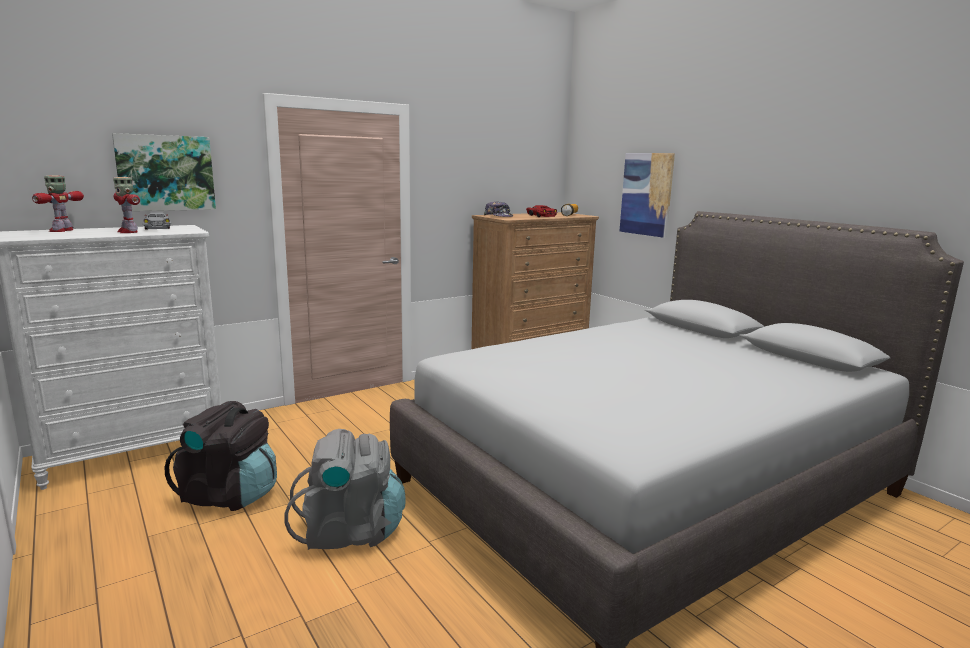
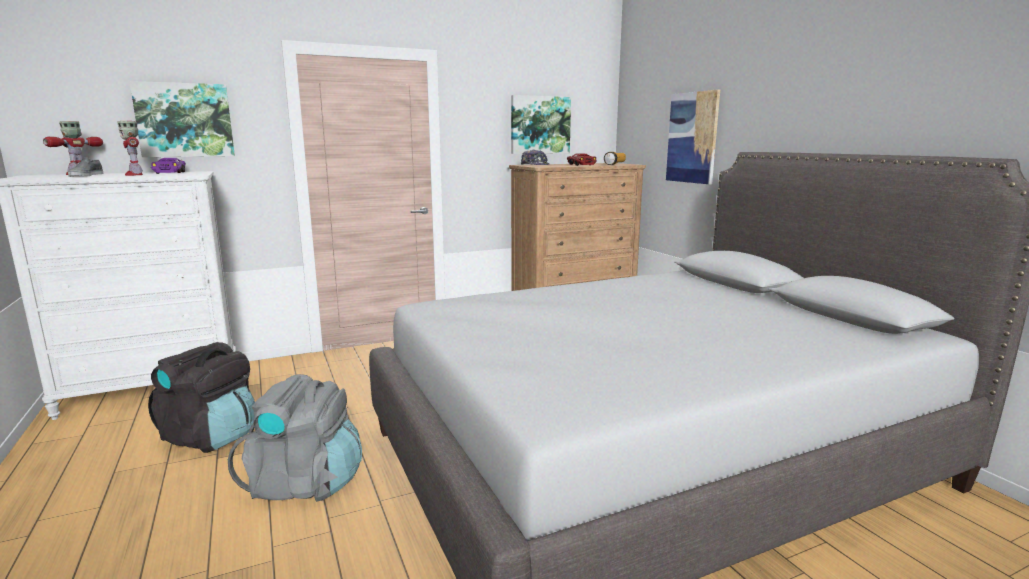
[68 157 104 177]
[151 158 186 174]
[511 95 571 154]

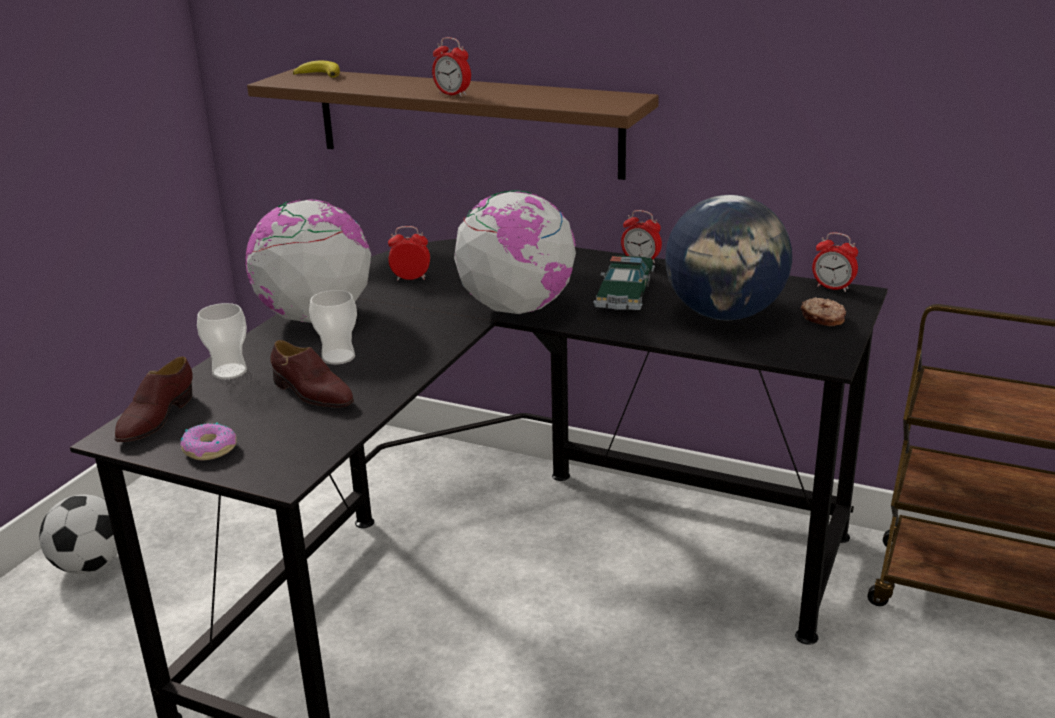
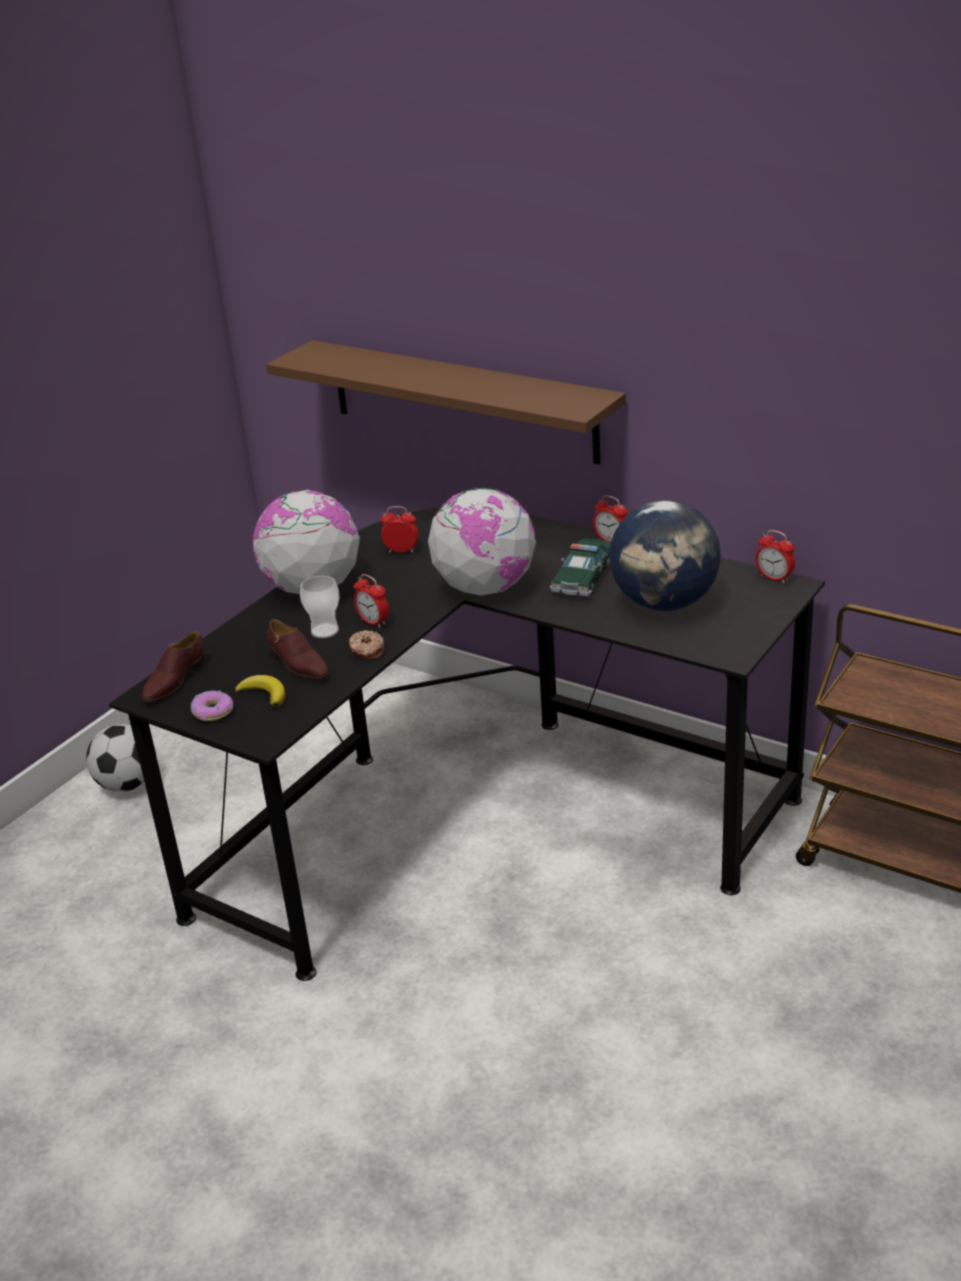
[235 675 285 707]
[349 630 385 660]
[354 574 389 628]
[197 303 247 379] (first image)

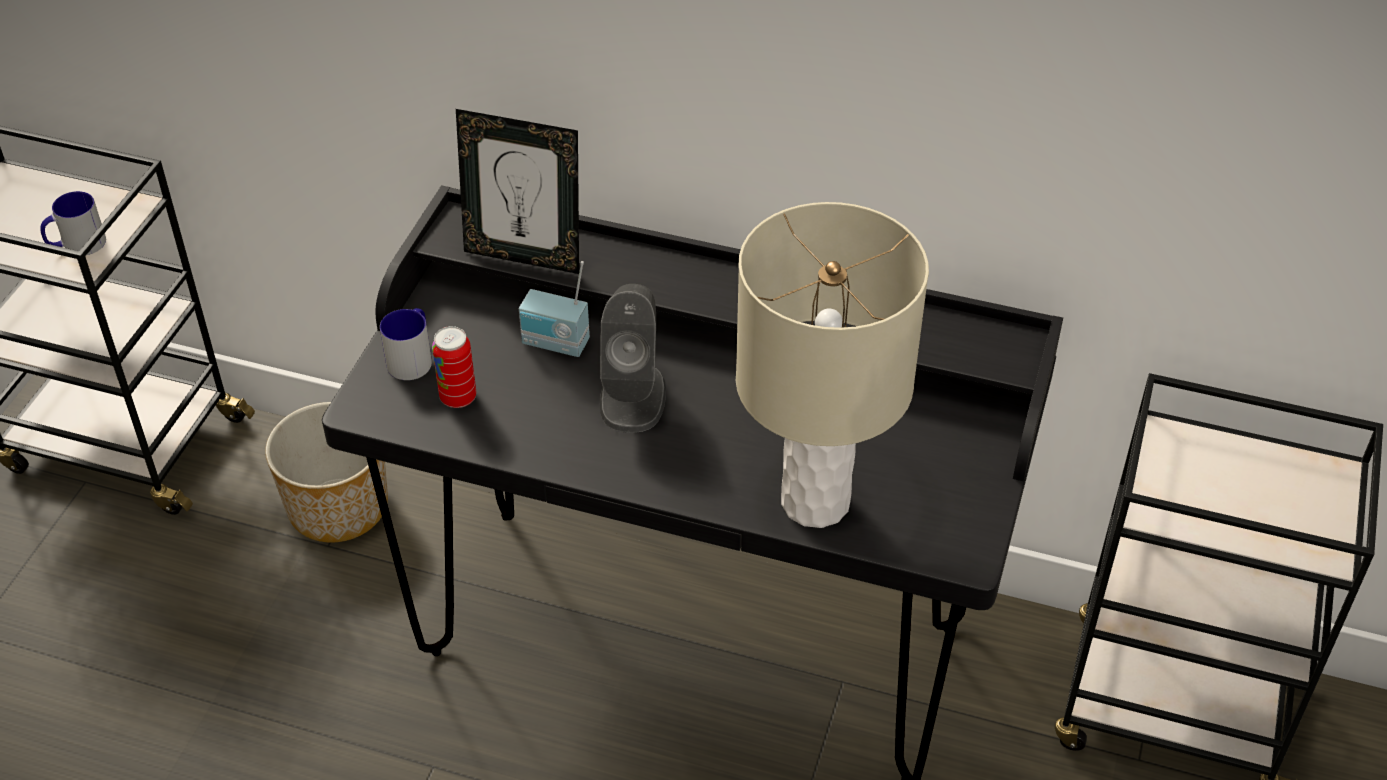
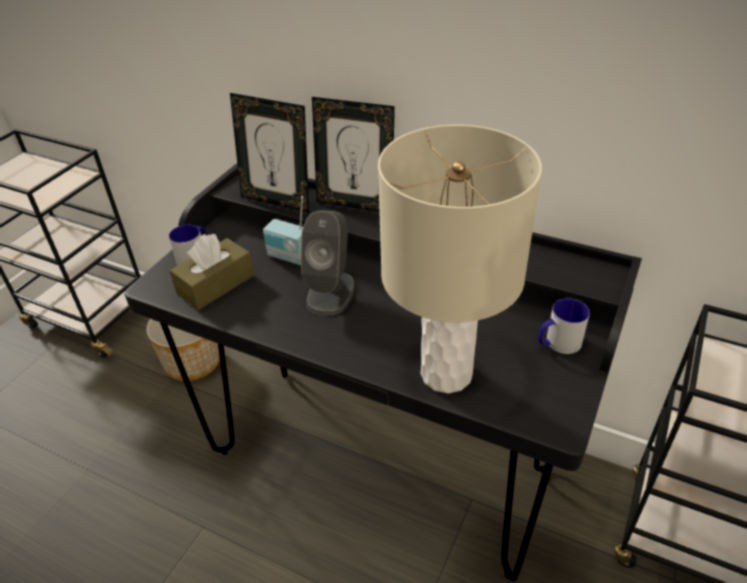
[170 234 254 310]
[312 97 395 212]
[538 298 590 354]

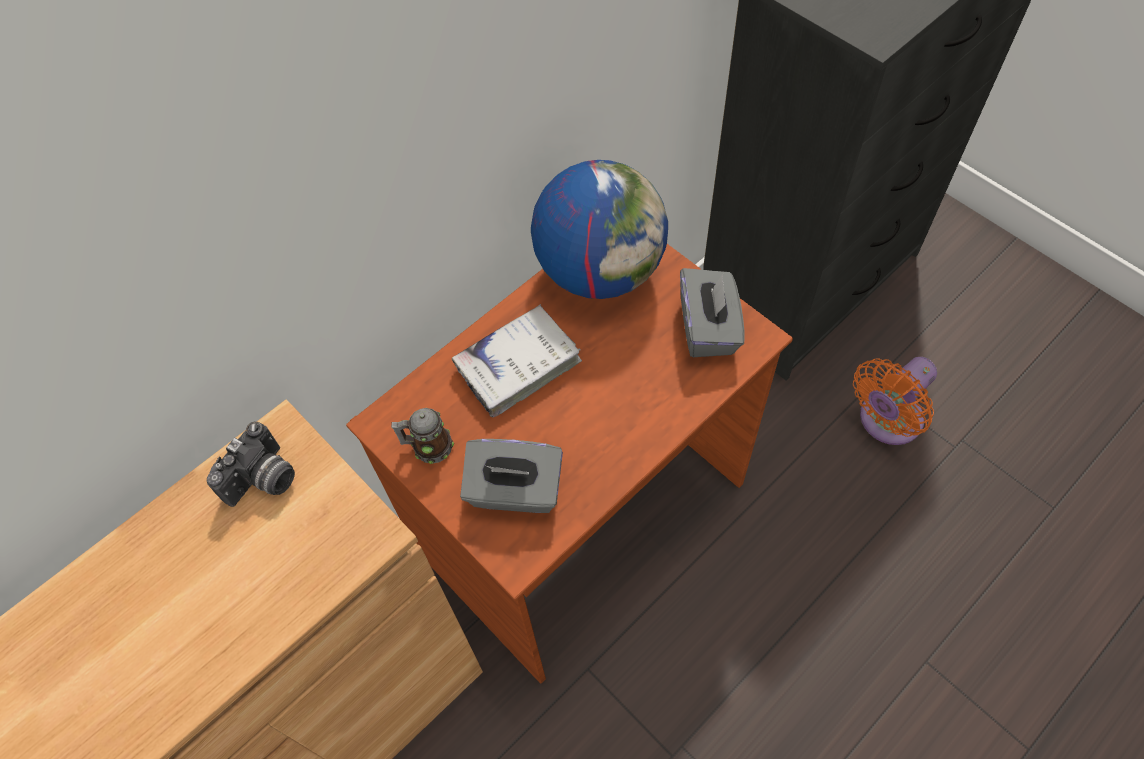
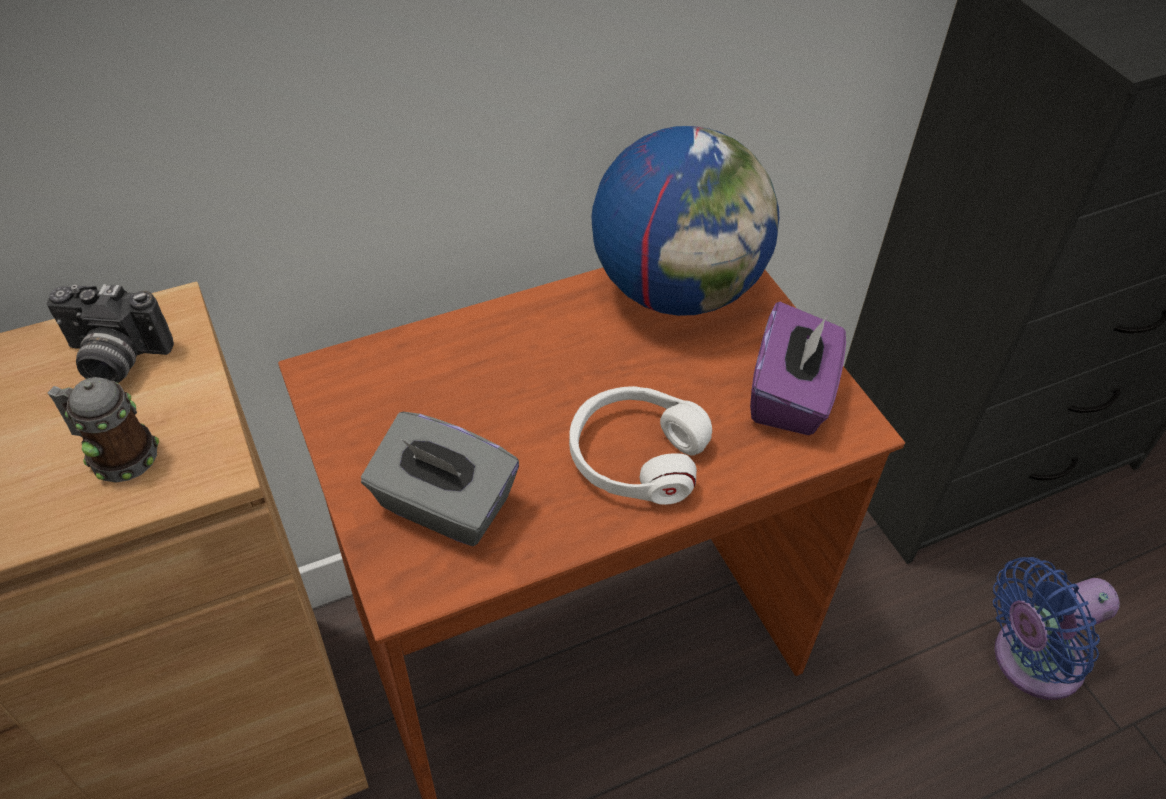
[47 284 174 383]
[47 377 159 482]
[569 386 712 505]
[750 302 846 435]
[993 557 1120 700]
[452 304 582 418] (first image)

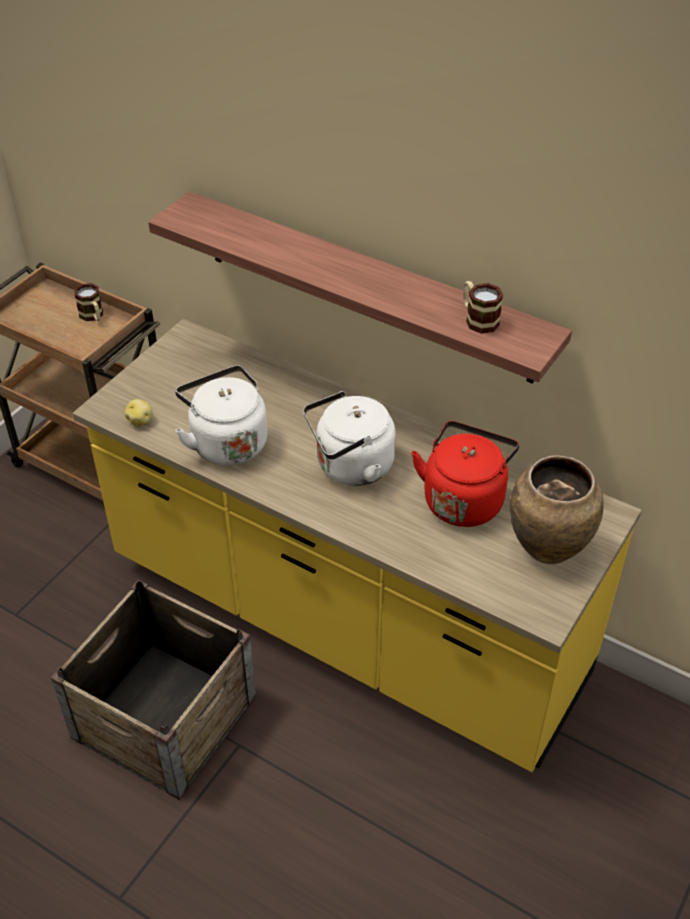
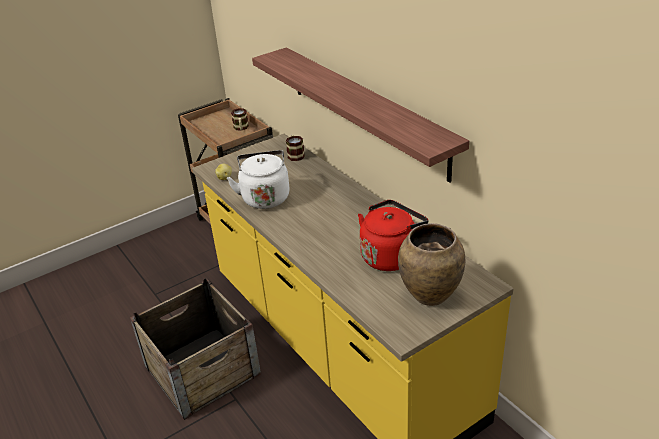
[286 135 305 161]
[303 391 396 486] (first image)

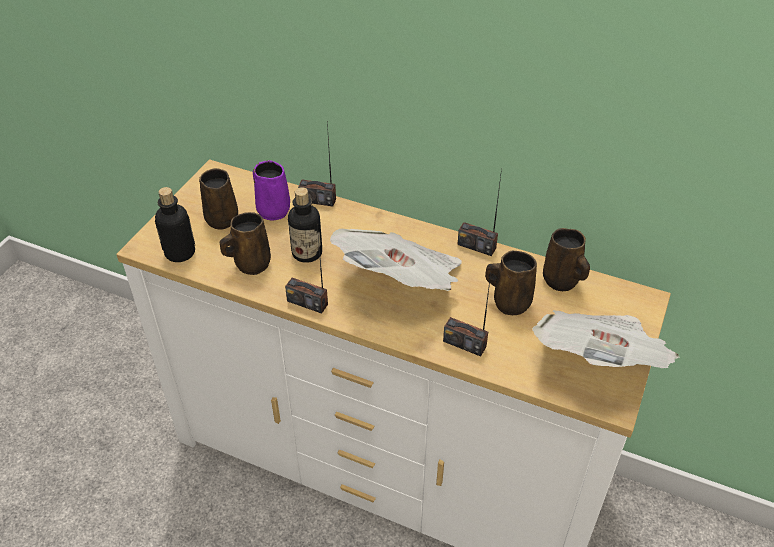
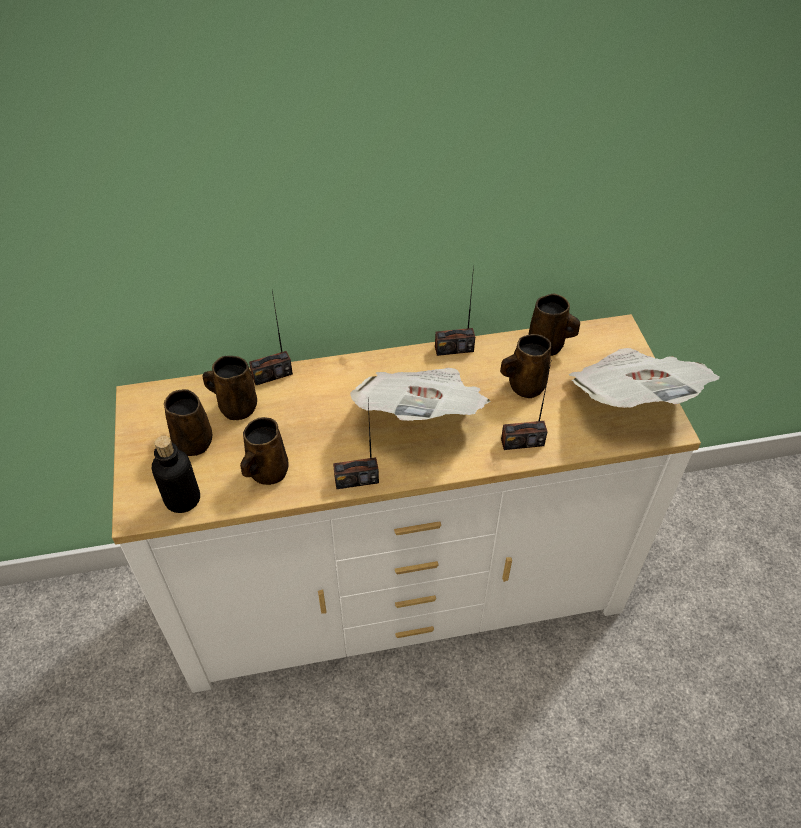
[203 356 257 420]
[288 187 322 263] (first image)

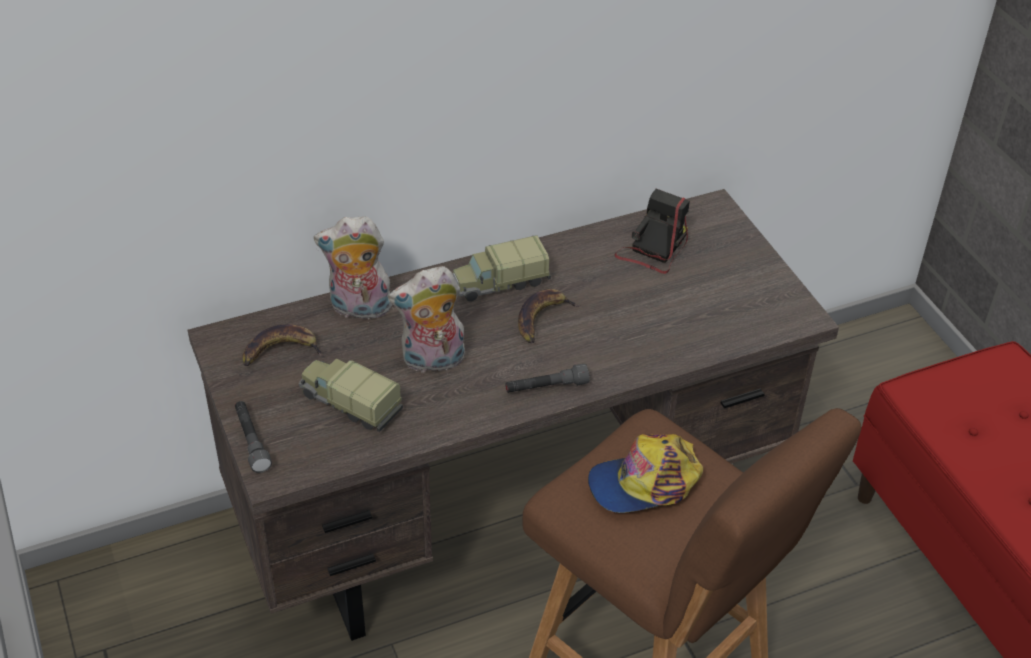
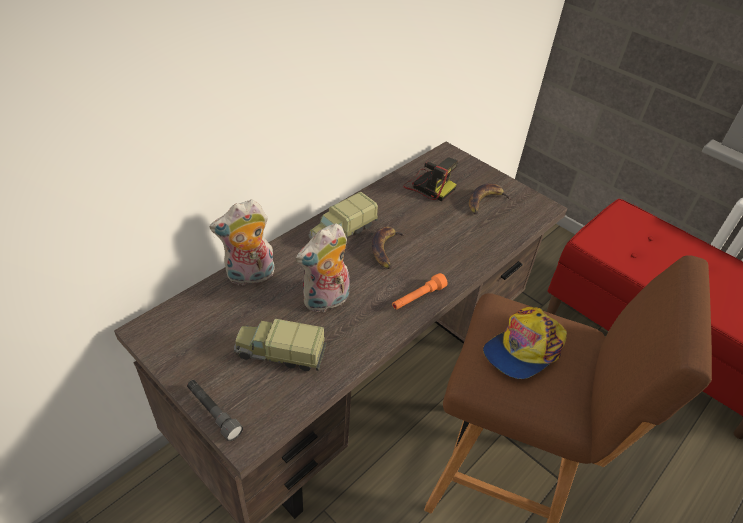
[392 273 448 310]
[403 157 458 202]
[469 184 511 214]

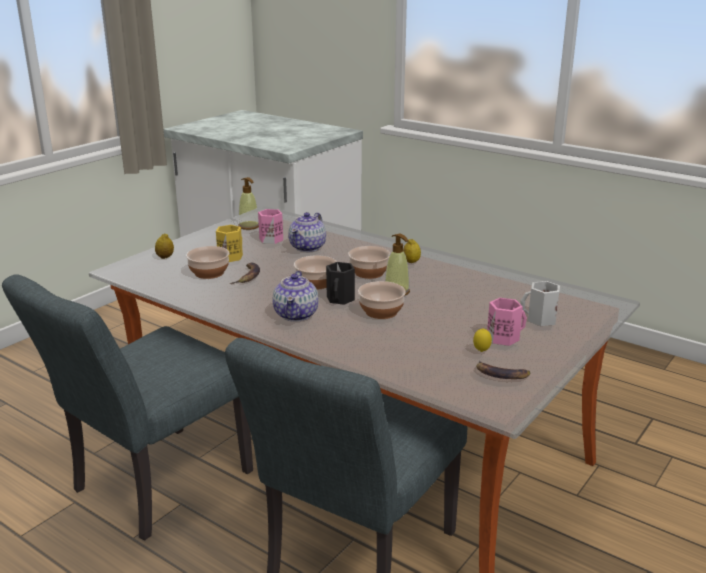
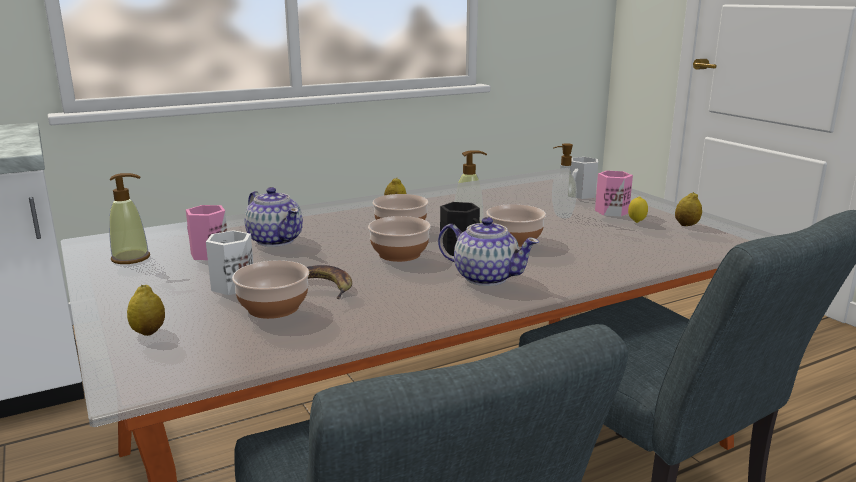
[206 230 253 295]
[552 143 577 218]
[675 192 702 226]

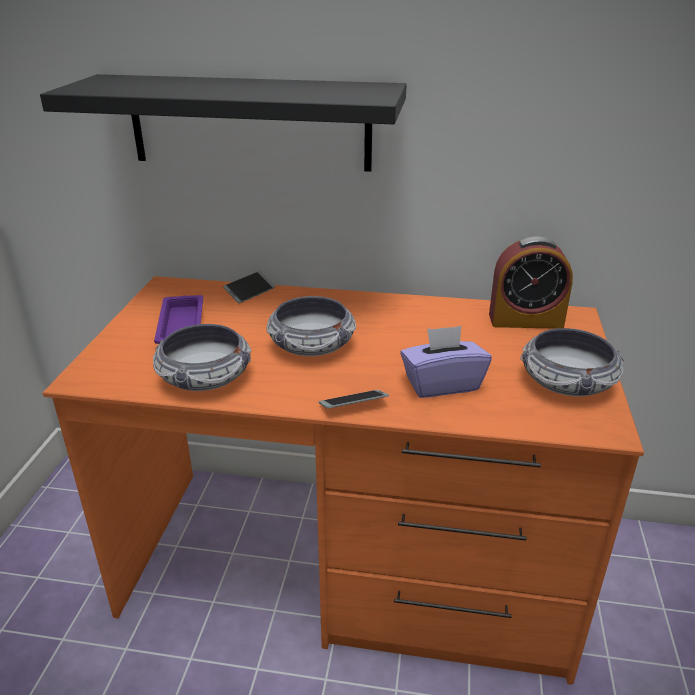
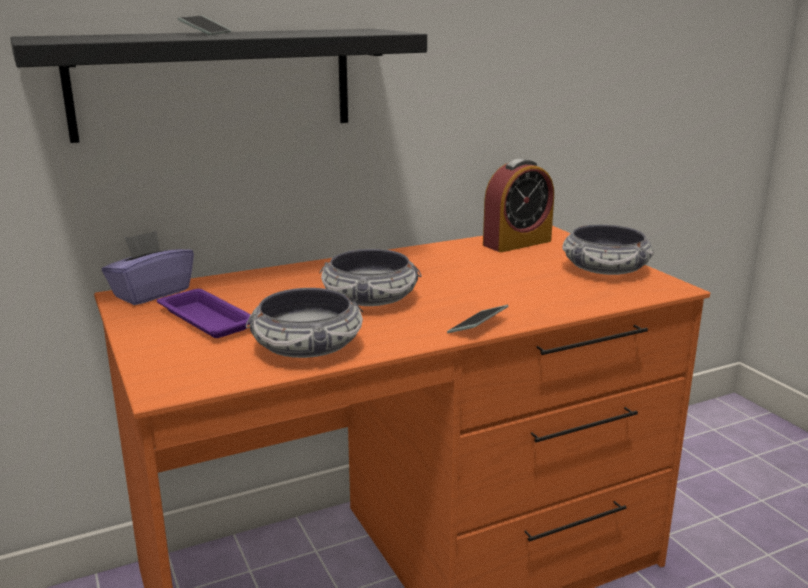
[102 231 194 305]
[178 16 231 35]

